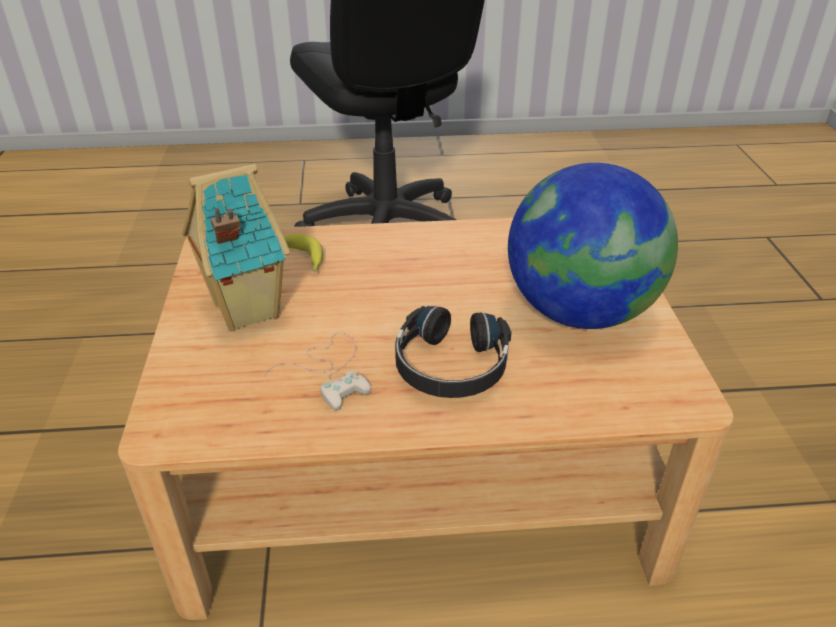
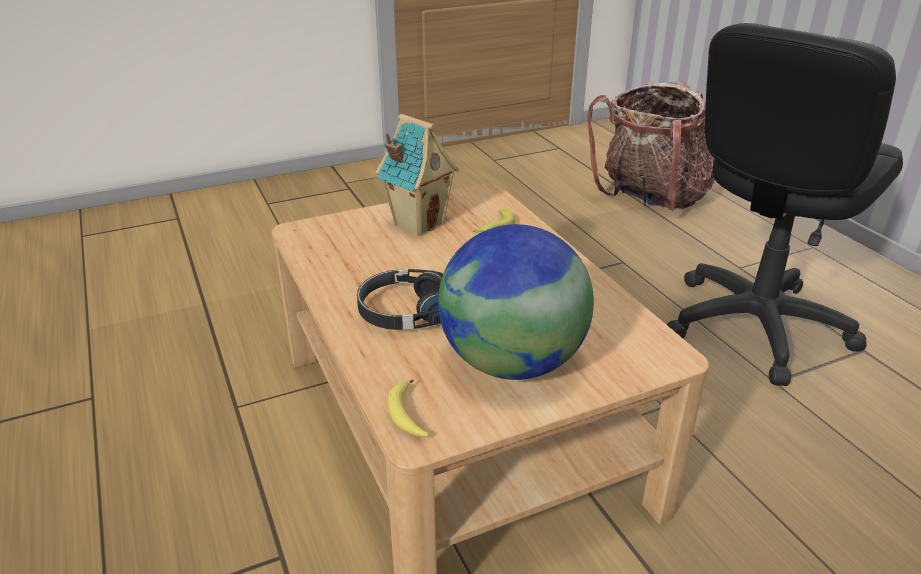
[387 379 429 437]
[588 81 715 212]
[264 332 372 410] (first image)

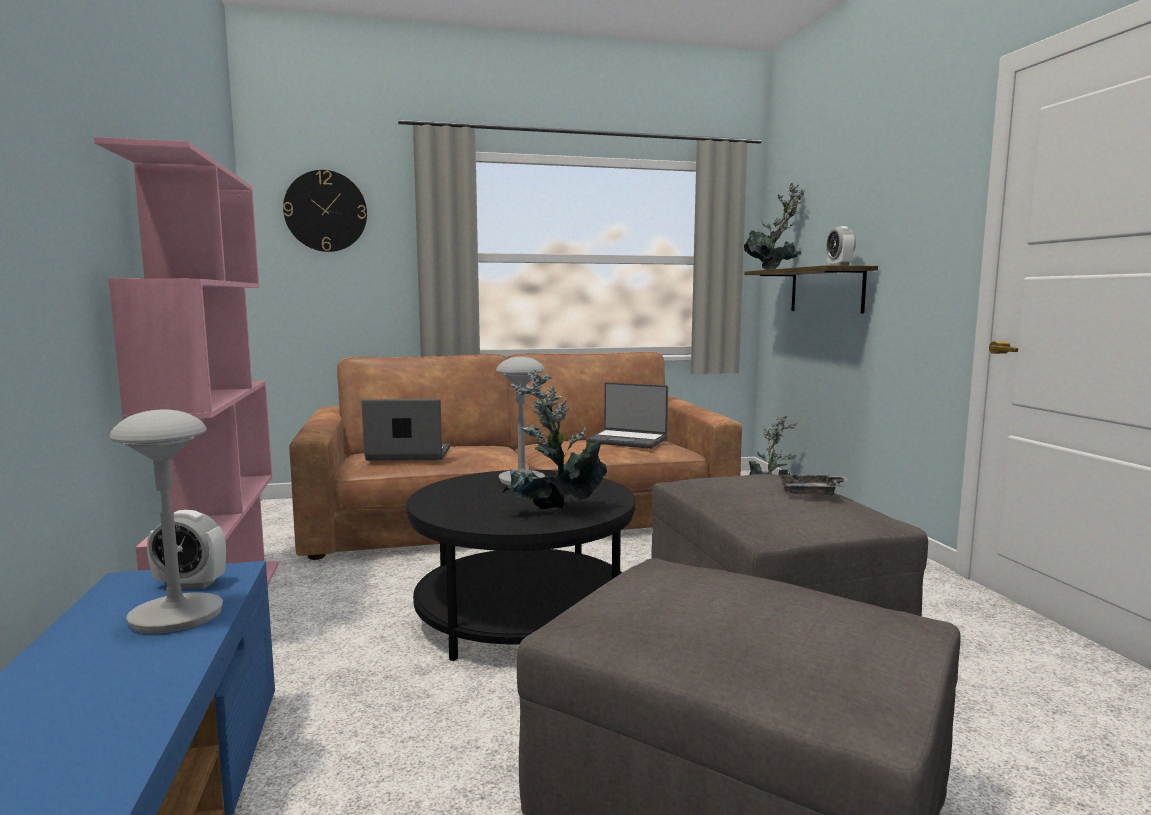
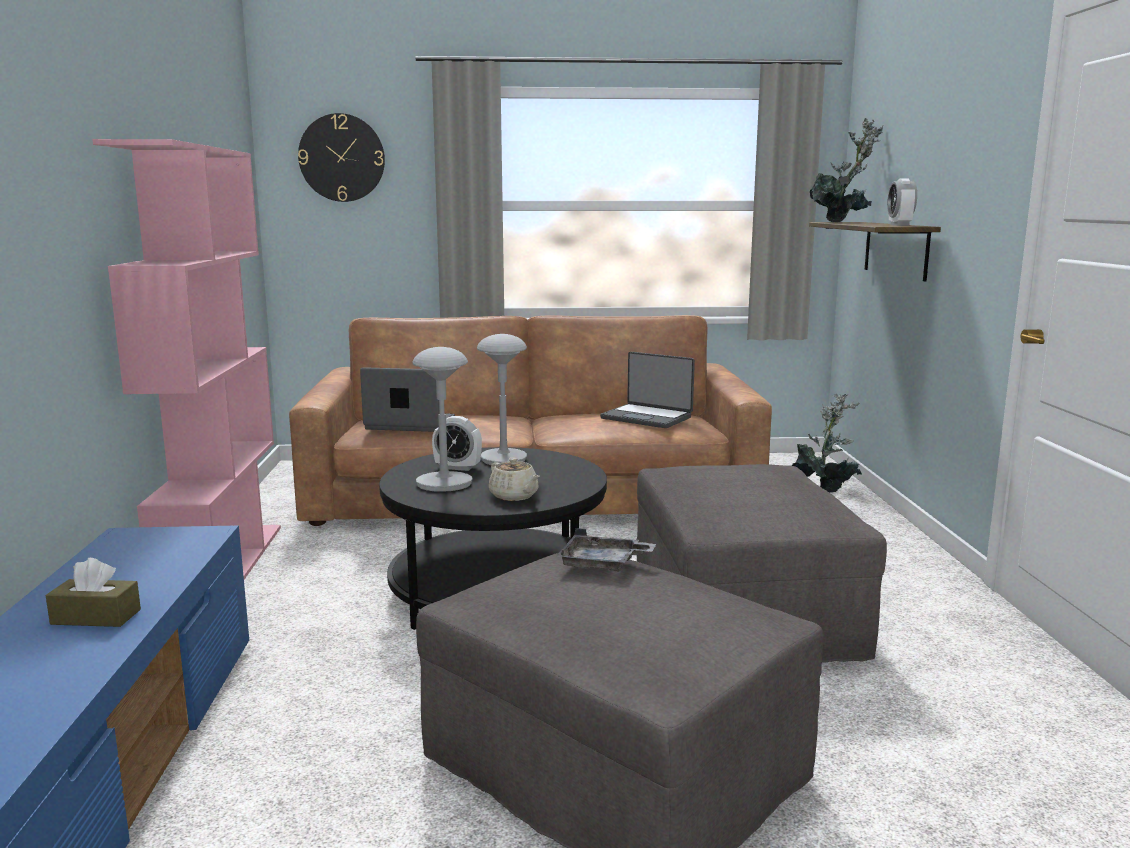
[46 558 141 627]
[413 347 473 492]
[432 416 482 471]
[489 458 539 501]
[556 528 656 572]

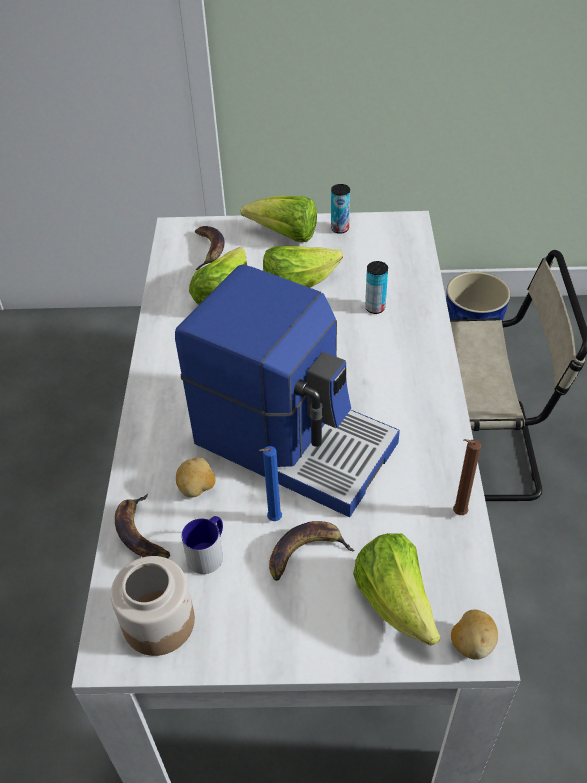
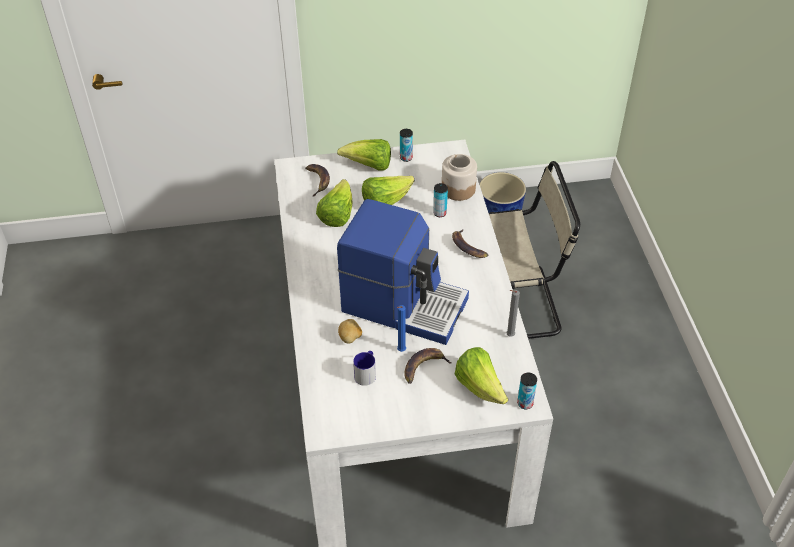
[442 154 477 201]
[452 230 488 258]
[506 290 520 337]
[517 373 537 409]

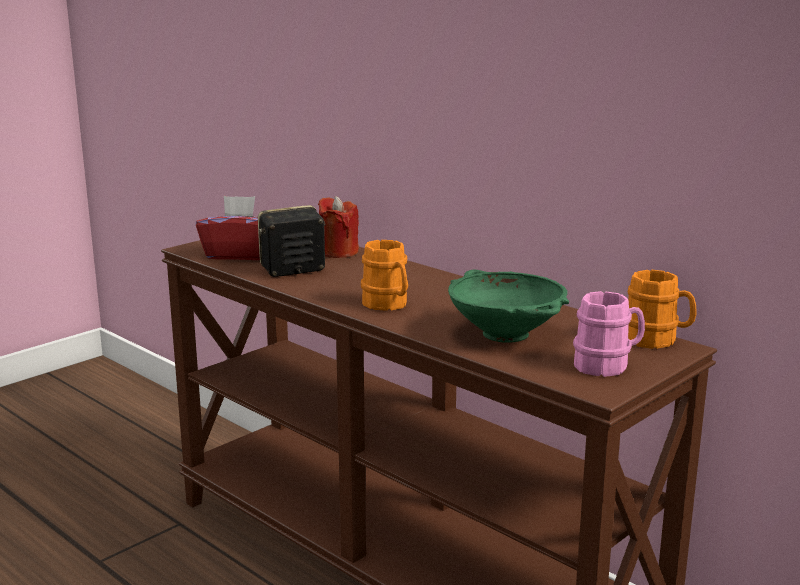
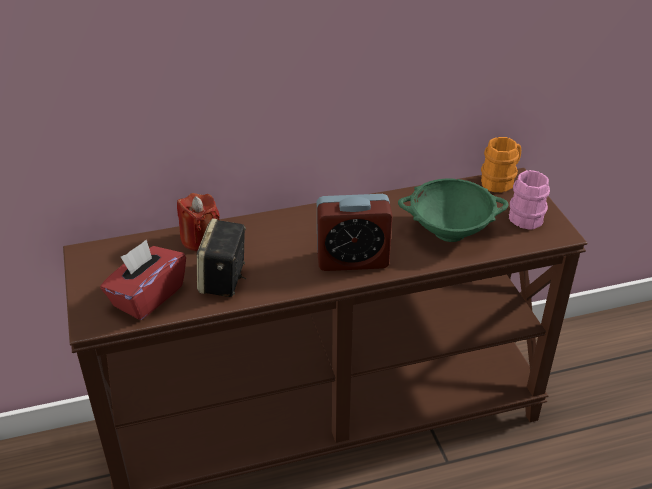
[317 194 393 271]

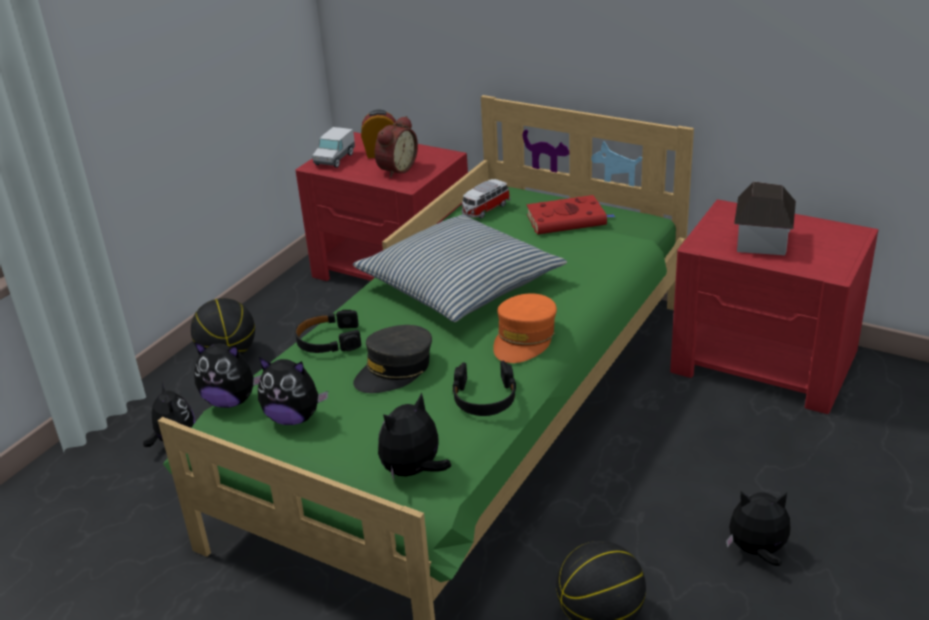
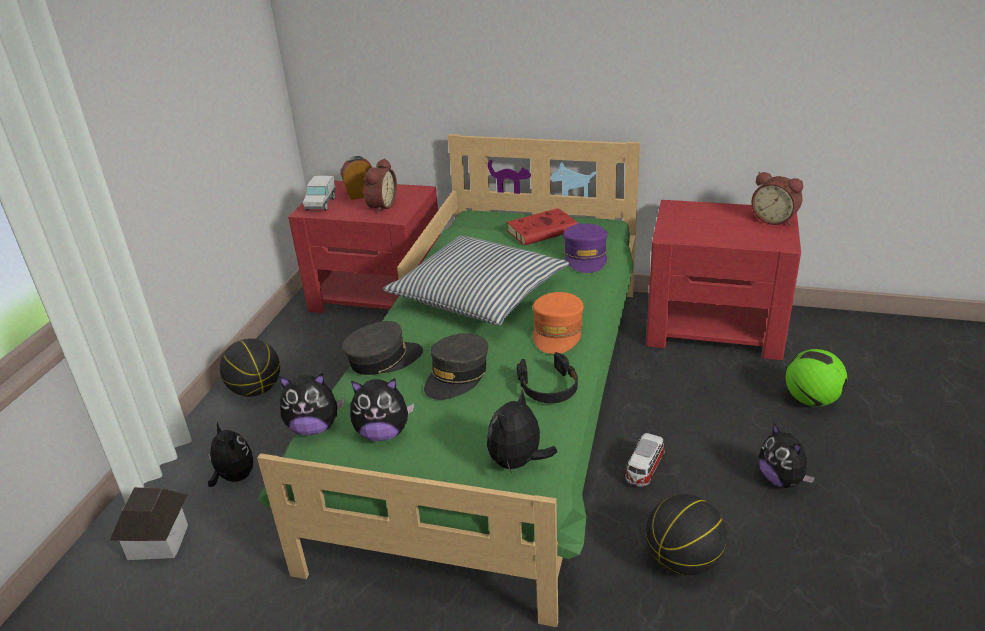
[110 487 188 560]
[342 321 423 375]
[563 223 607 273]
[625 433 665 487]
[751 172 803 226]
[759 423 815 488]
[786 349 847 407]

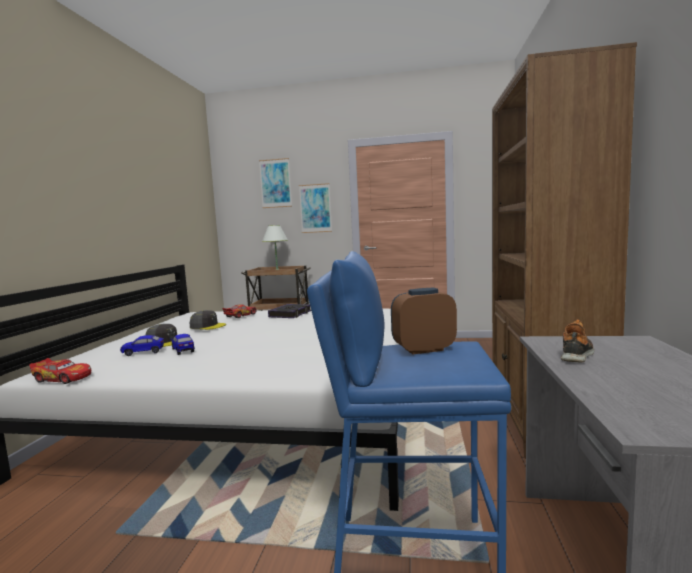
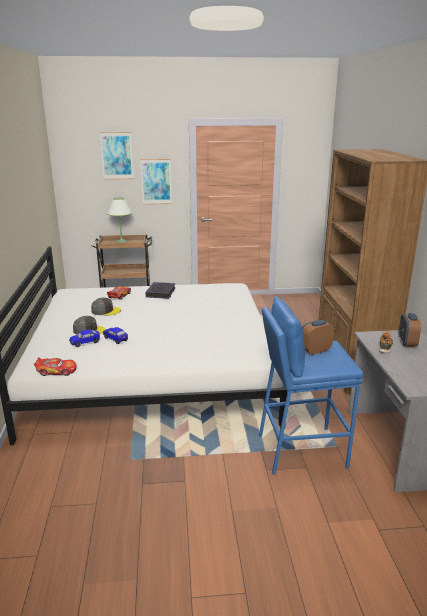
[399 313 421 347]

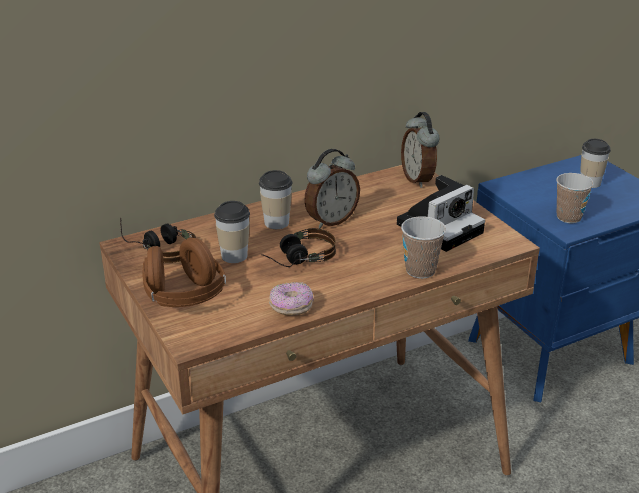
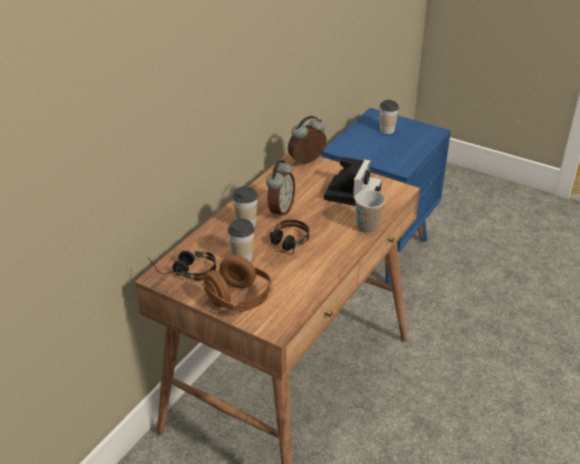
[288 116 327 164]
[269 282 314 316] (first image)
[556 173 594 223] (first image)

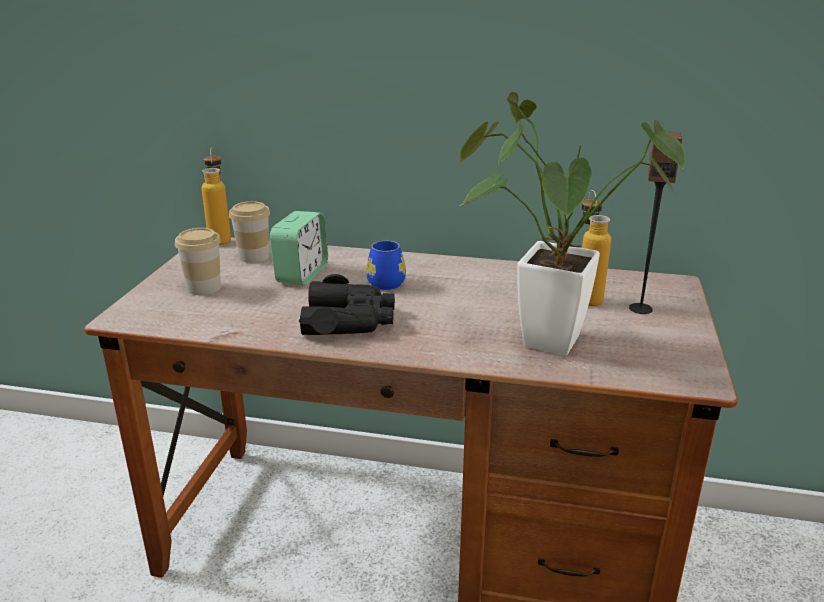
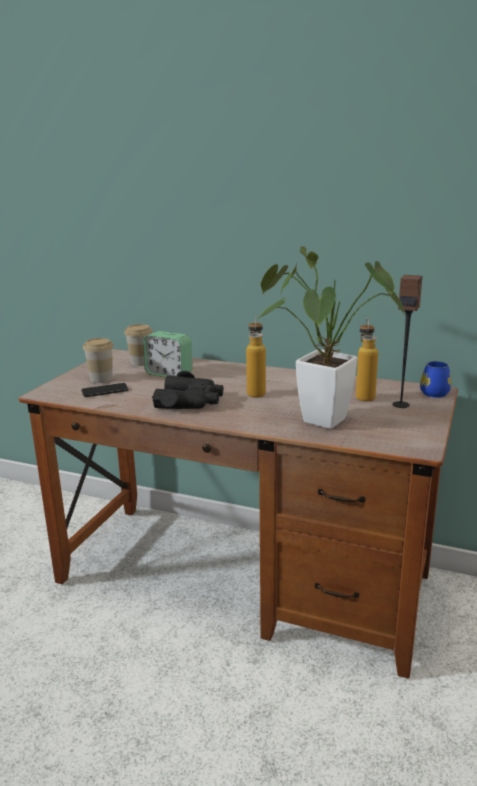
[81 383 129 397]
[143 331 192 377]
[246 316 266 398]
[420 361 451 398]

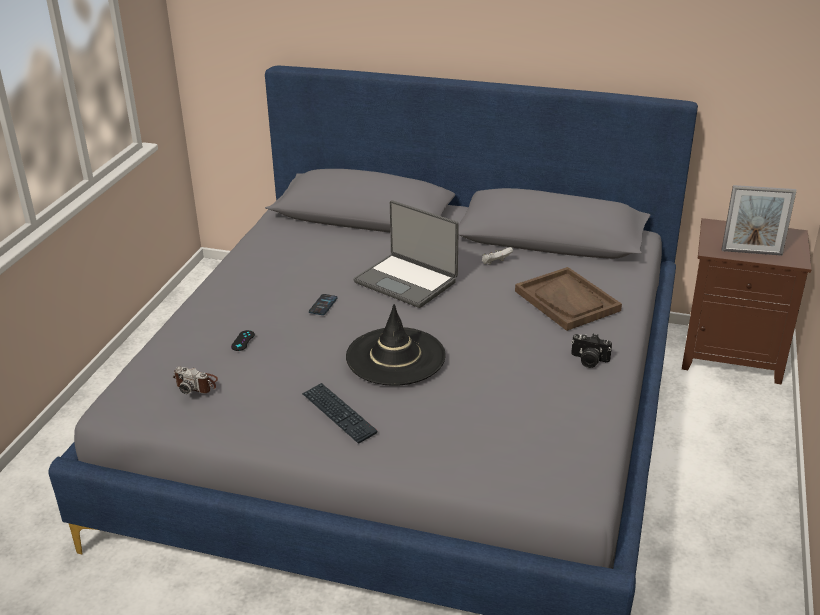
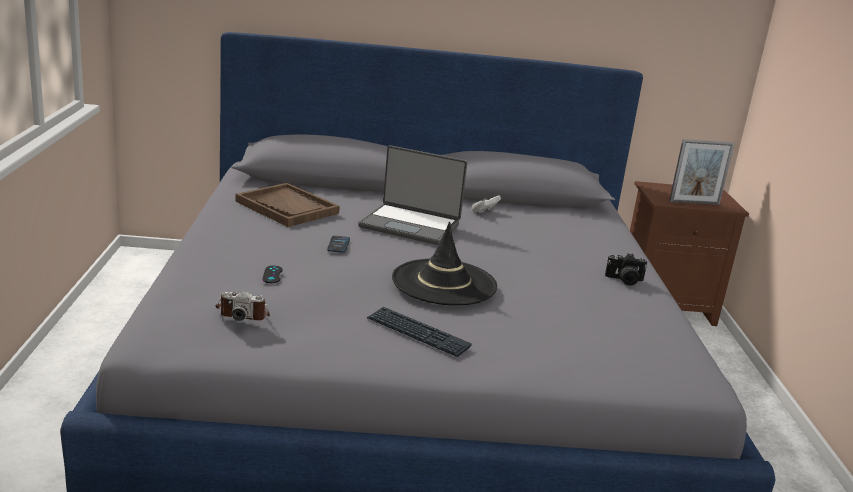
[235 183 340 227]

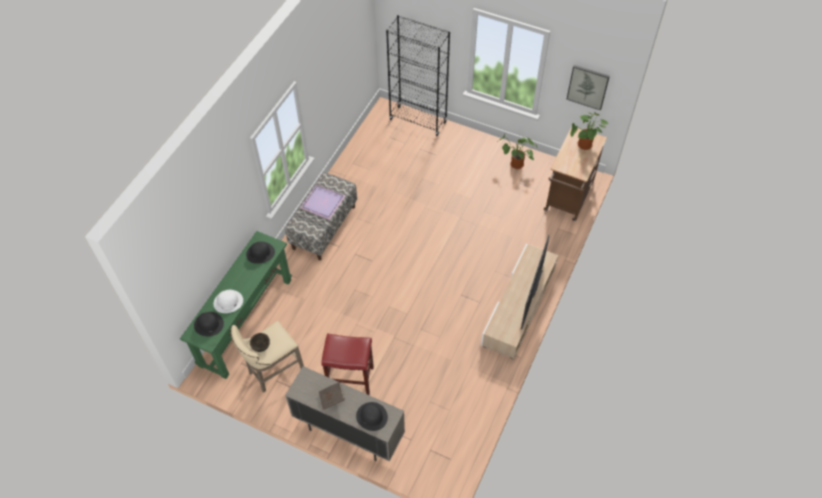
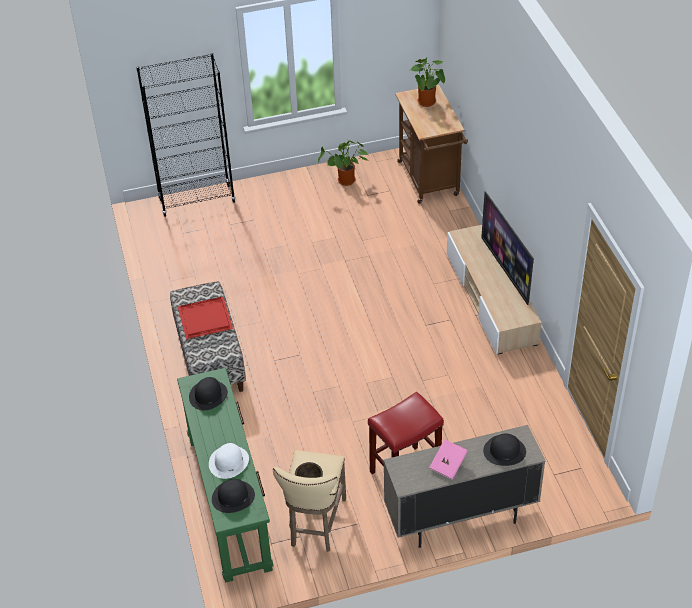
[177 297 233 339]
[429 439 468 480]
[567 65 610 110] (first image)

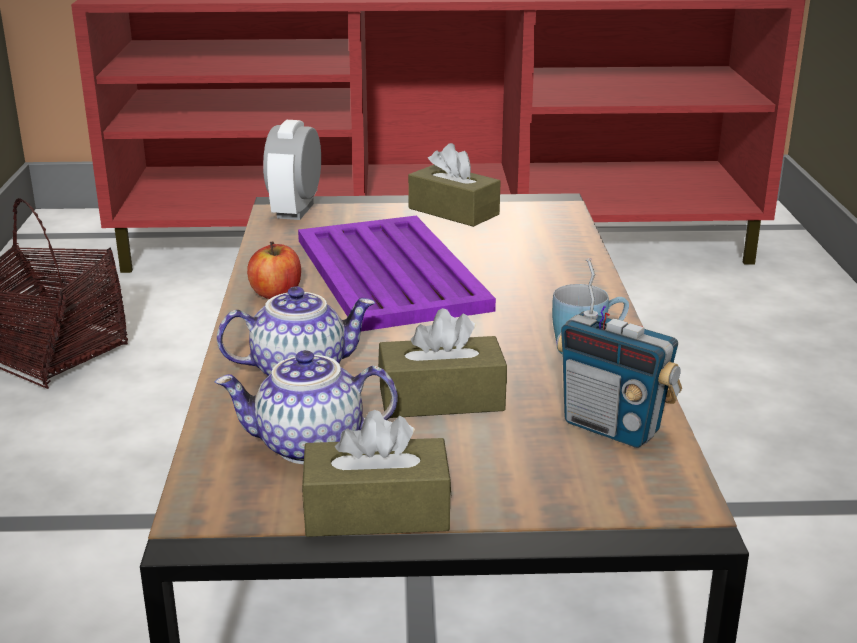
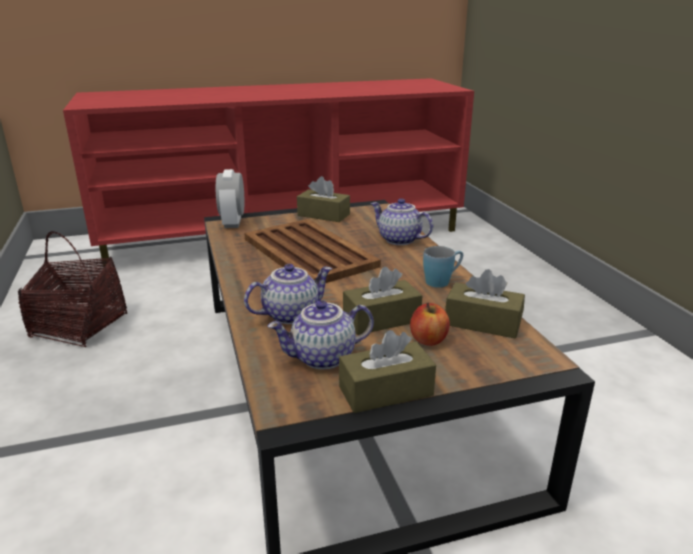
[244 219 381 283]
[371 199 433 245]
[410 303 450 346]
[445 269 525 339]

